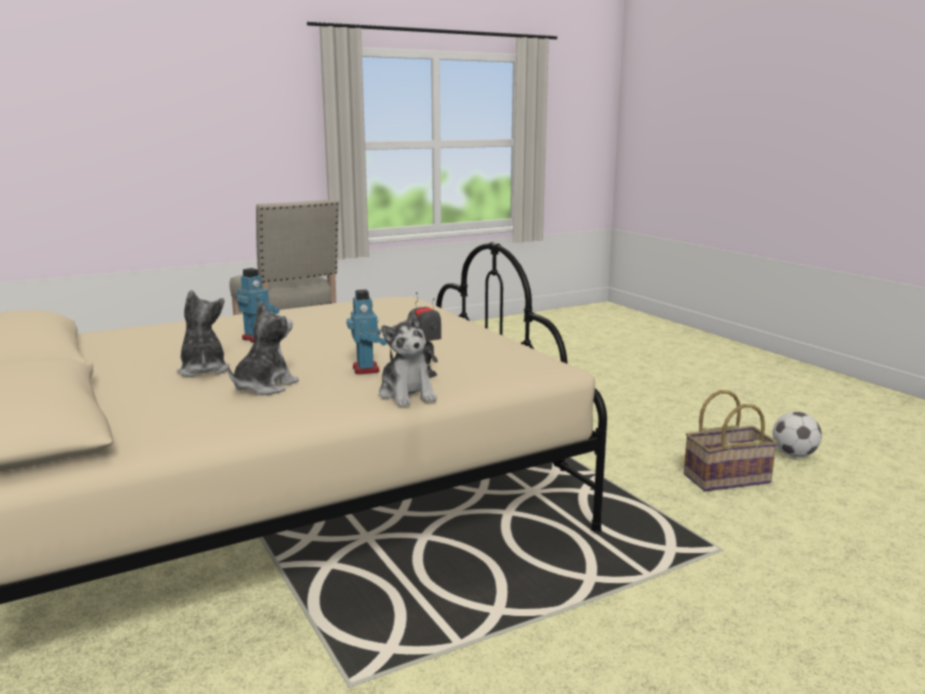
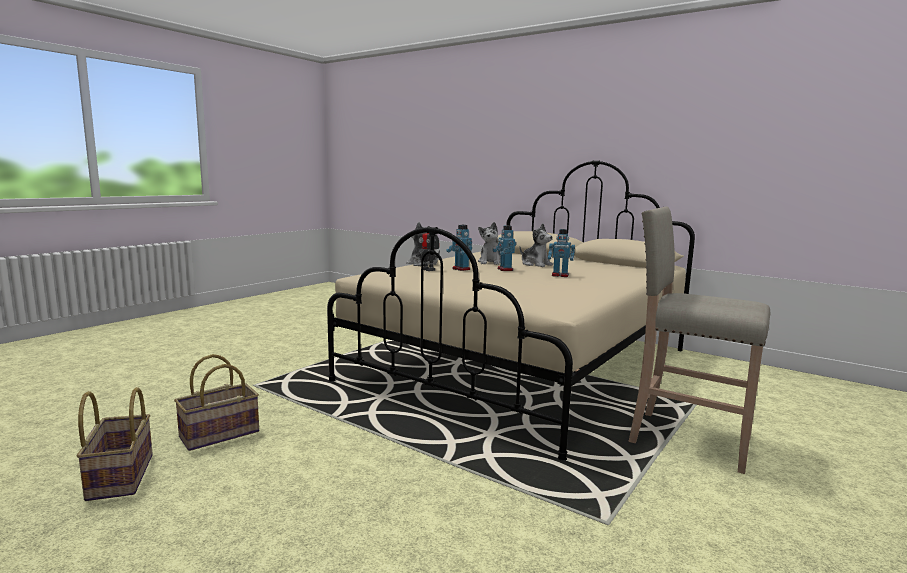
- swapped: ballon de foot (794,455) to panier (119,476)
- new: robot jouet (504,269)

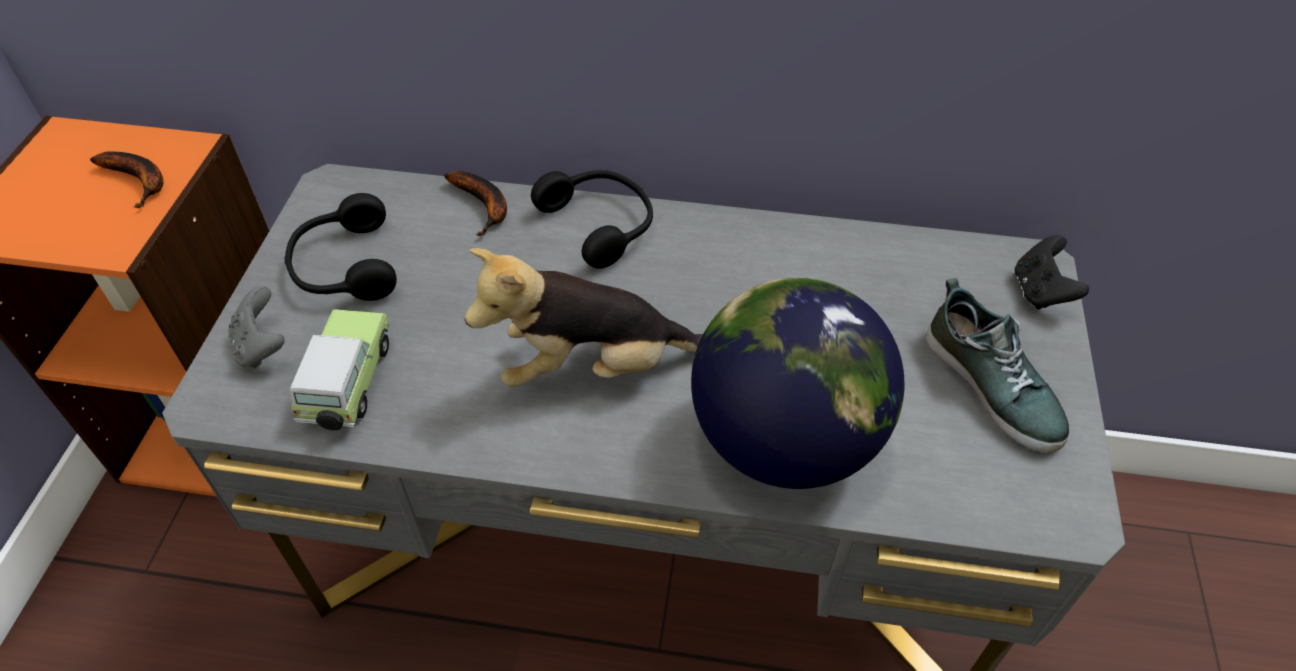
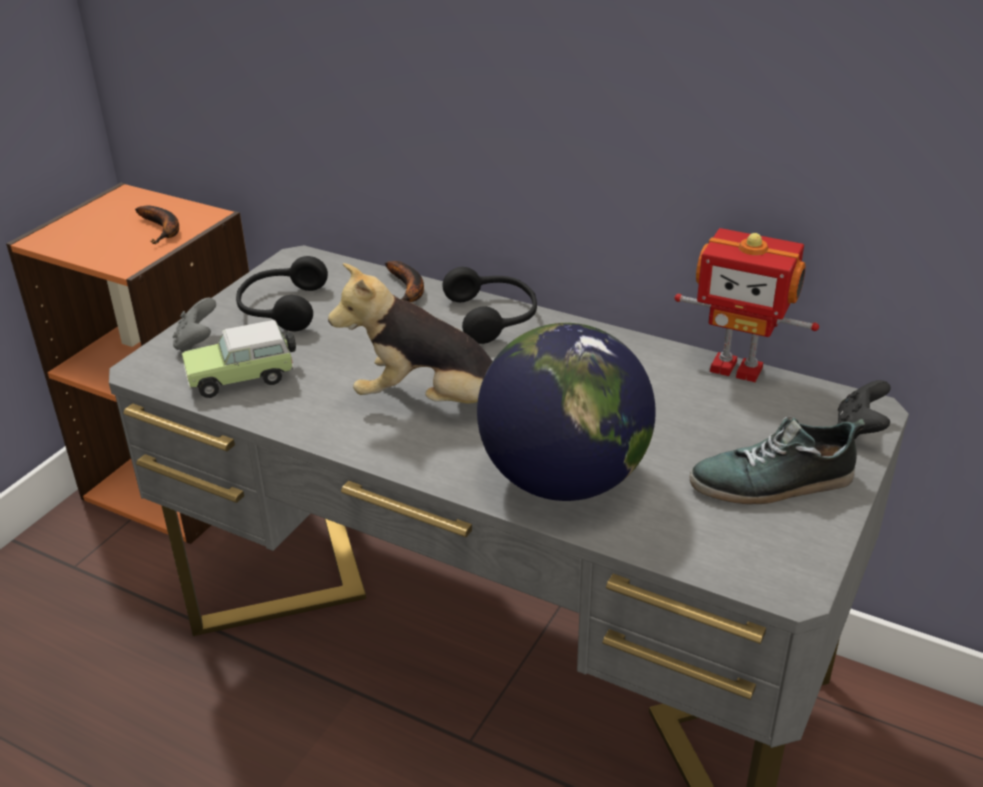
- rotated: chaussure (993,385) = (773,482) 90 degrees clockwise
- rotated: petite voiture (347,385) = (244,378) 135 degrees counterclockwise
- new: robot jouet (737,367)

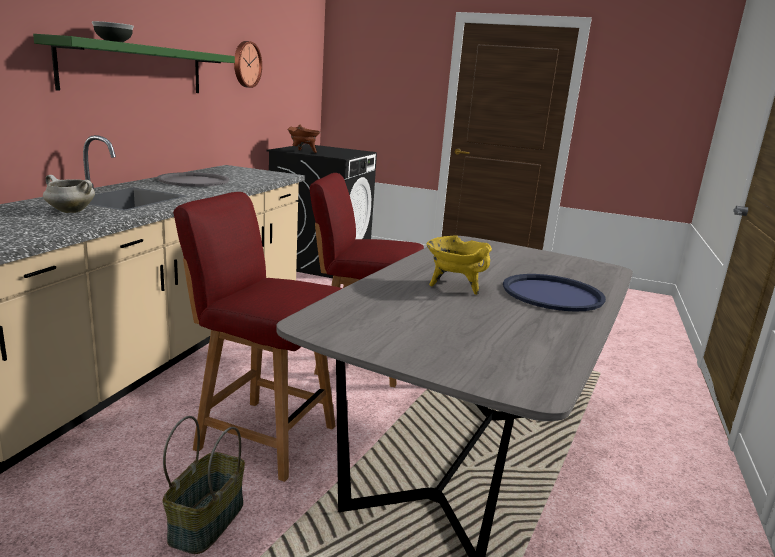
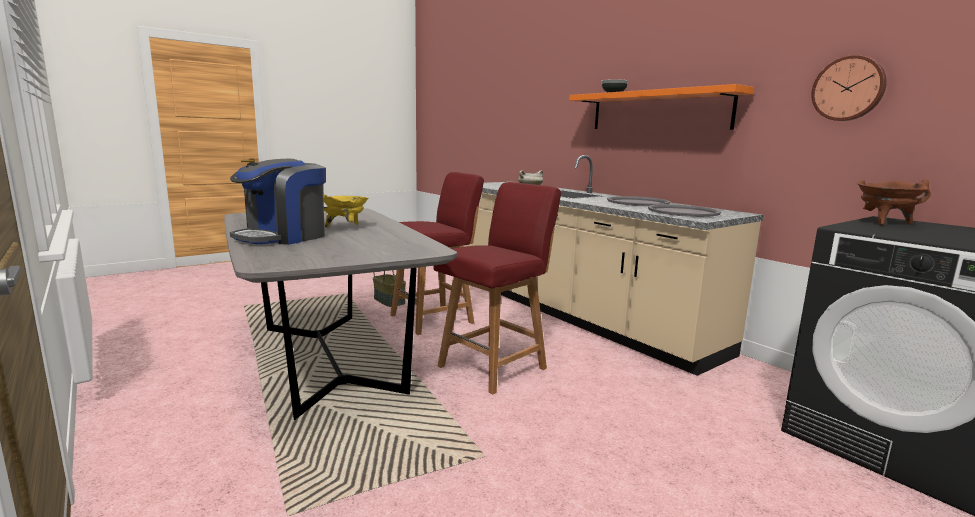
- repainted: étagère (vert) (136,69) to étagère (orange) (658,111)
- swapped: plateau (bleu) (552,294) to machine à café (283,237)
- new: plateau (gris) (683,212)

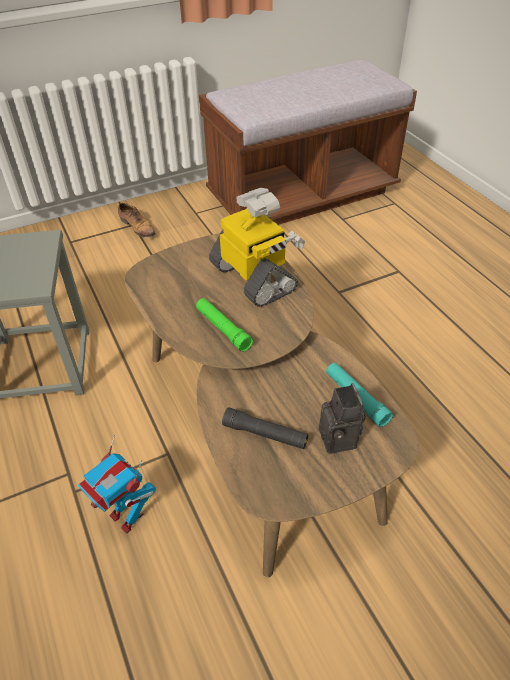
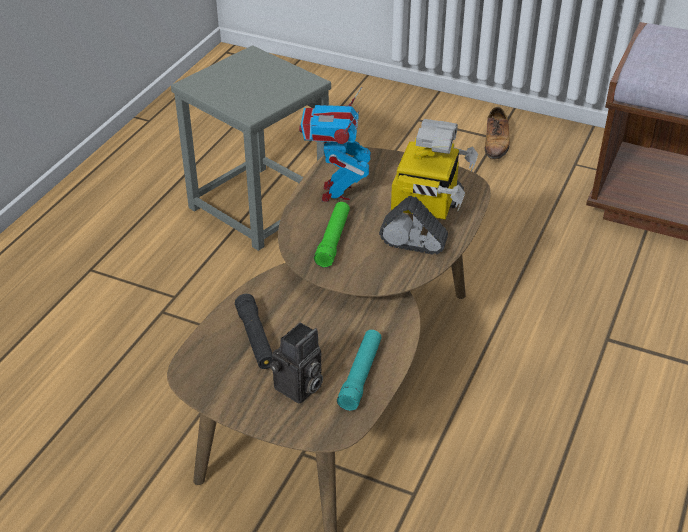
- shifted: robot jouet (127,516) to (335,193)

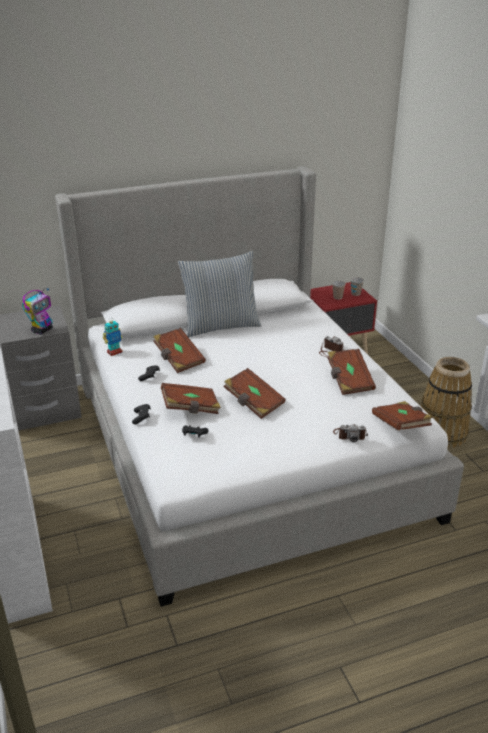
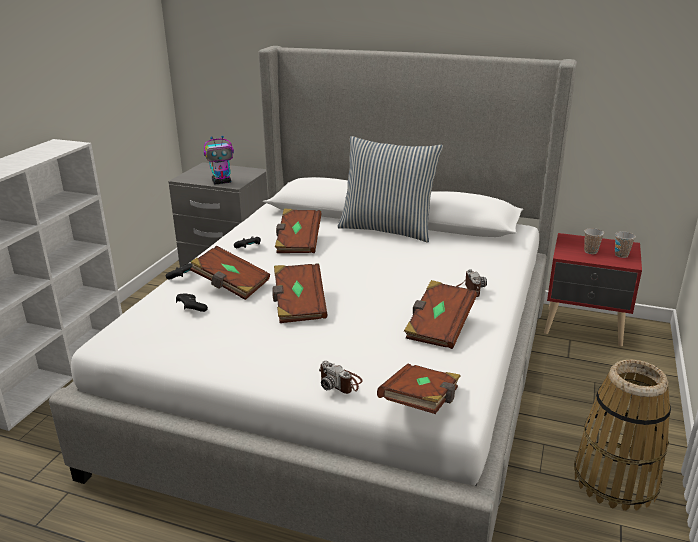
- gone: robot jouet (114,352)

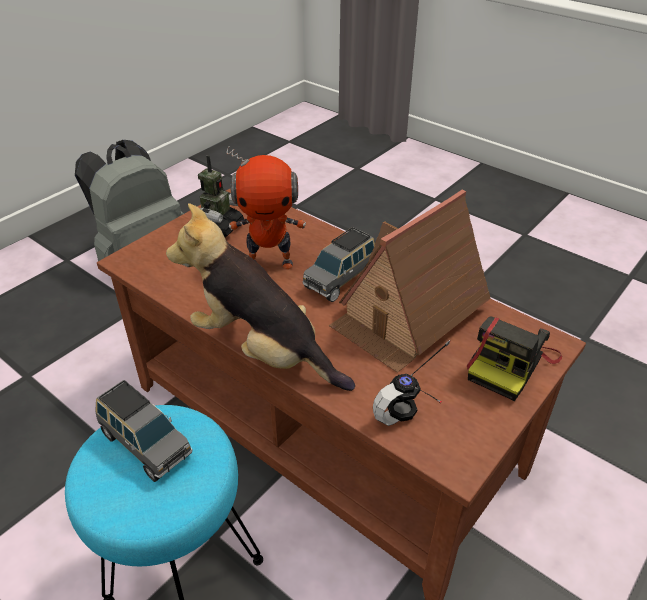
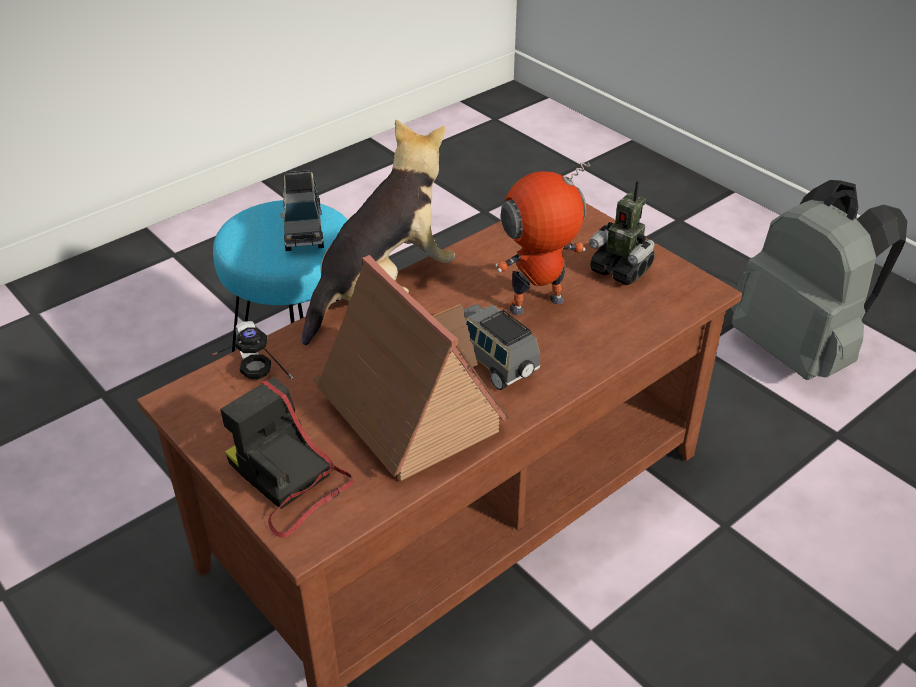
- rotated: robot jouet (270,263) = (537,306) 60 degrees clockwise
- rotated: petite voiture (gris) (145,444) = (303,229) 60 degrees counterclockwise

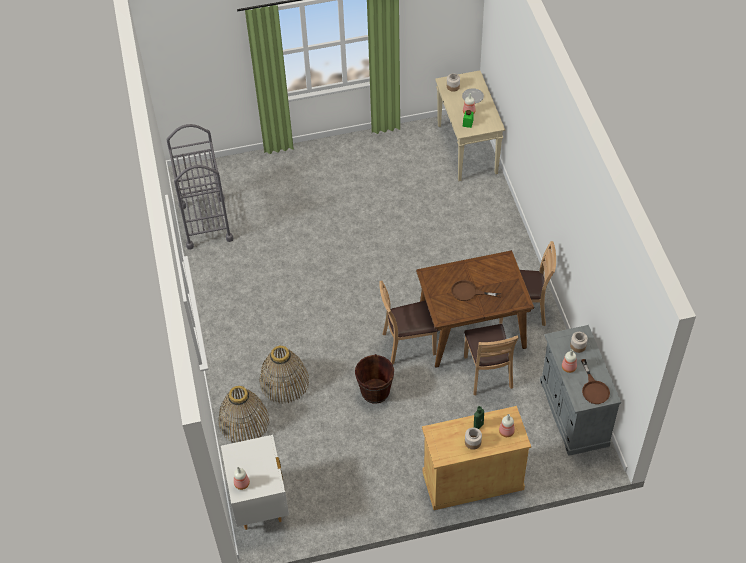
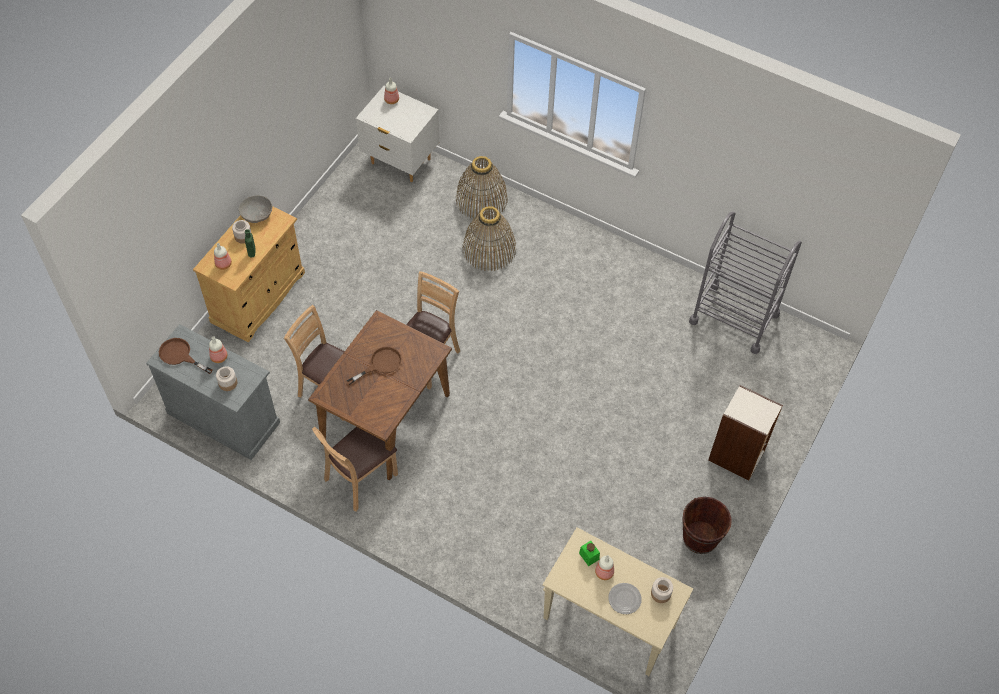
- shifted: seau (marron) (375,391) to (700,538)
- new: bol (gris) (257,214)
- new: bibliothèque (737,456)

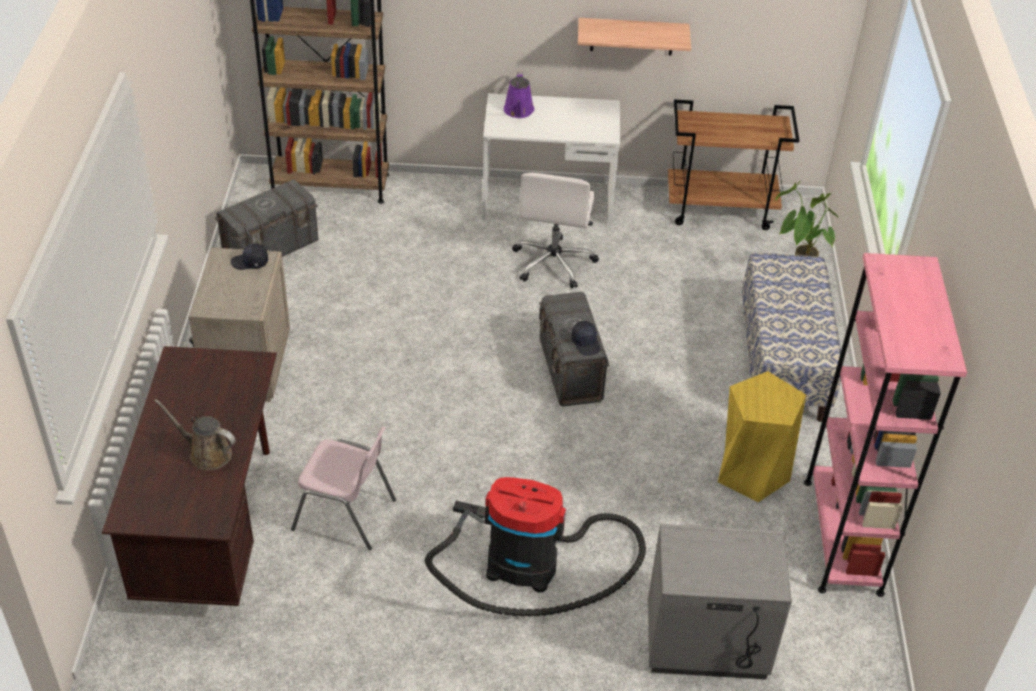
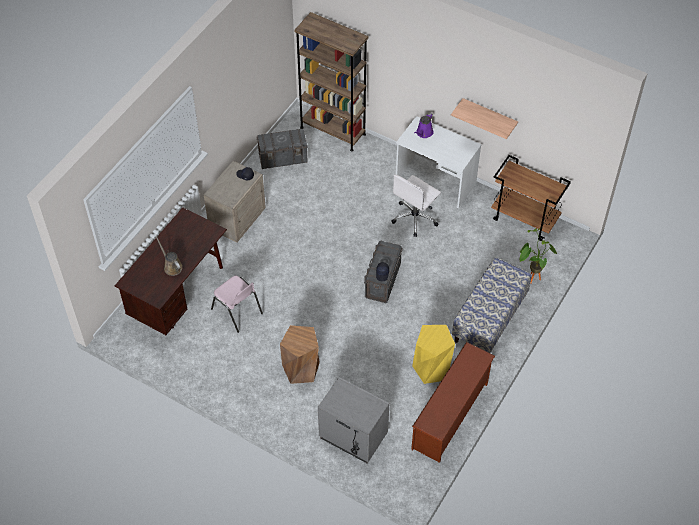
- swapped: bibliothèque (rose) (842,536) to étagère à chaussures (marron) (451,416)
- swapped: aspirateur (531,565) to tabouret (marron) (301,369)

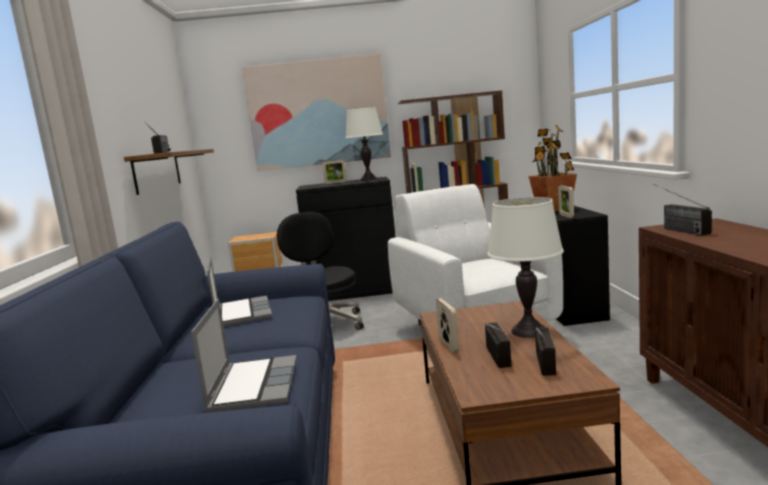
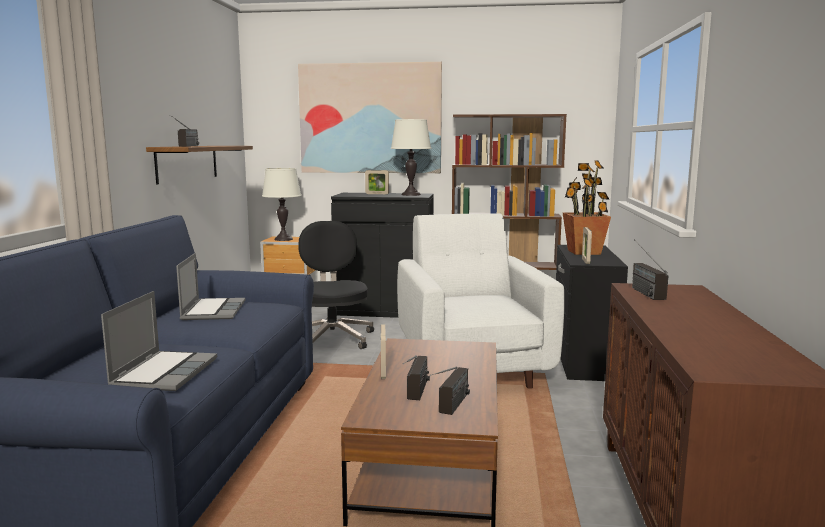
- shifted: lampe de table (blanc) (529,331) to (283,239)

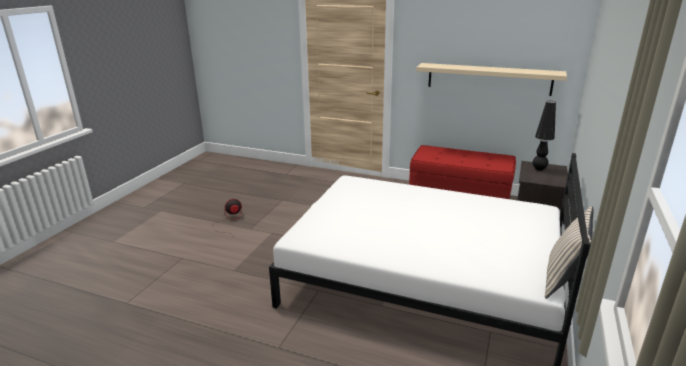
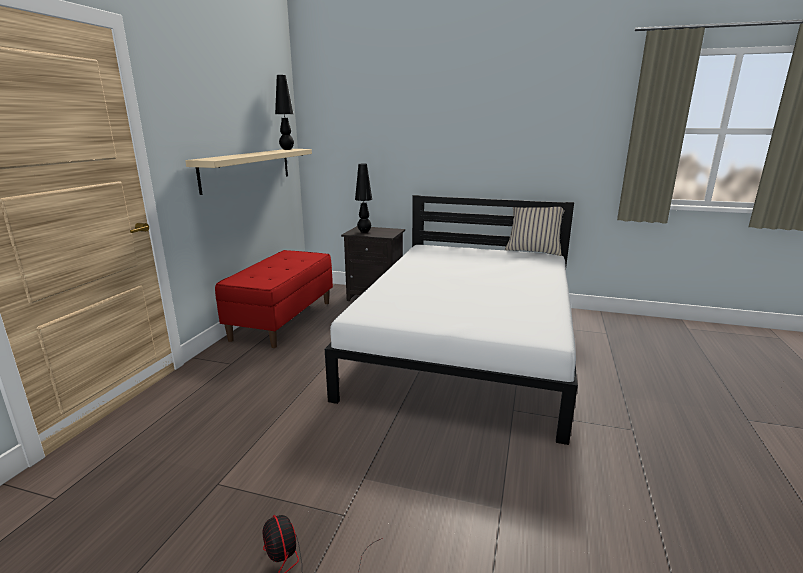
- new: lampe de table (noir) (287,149)

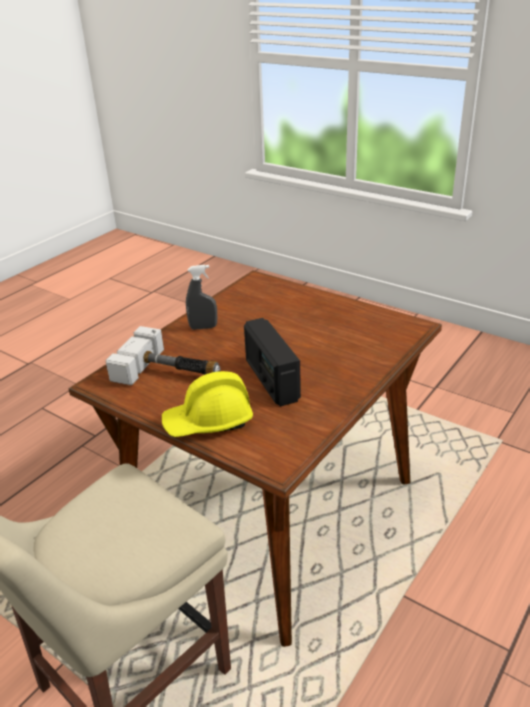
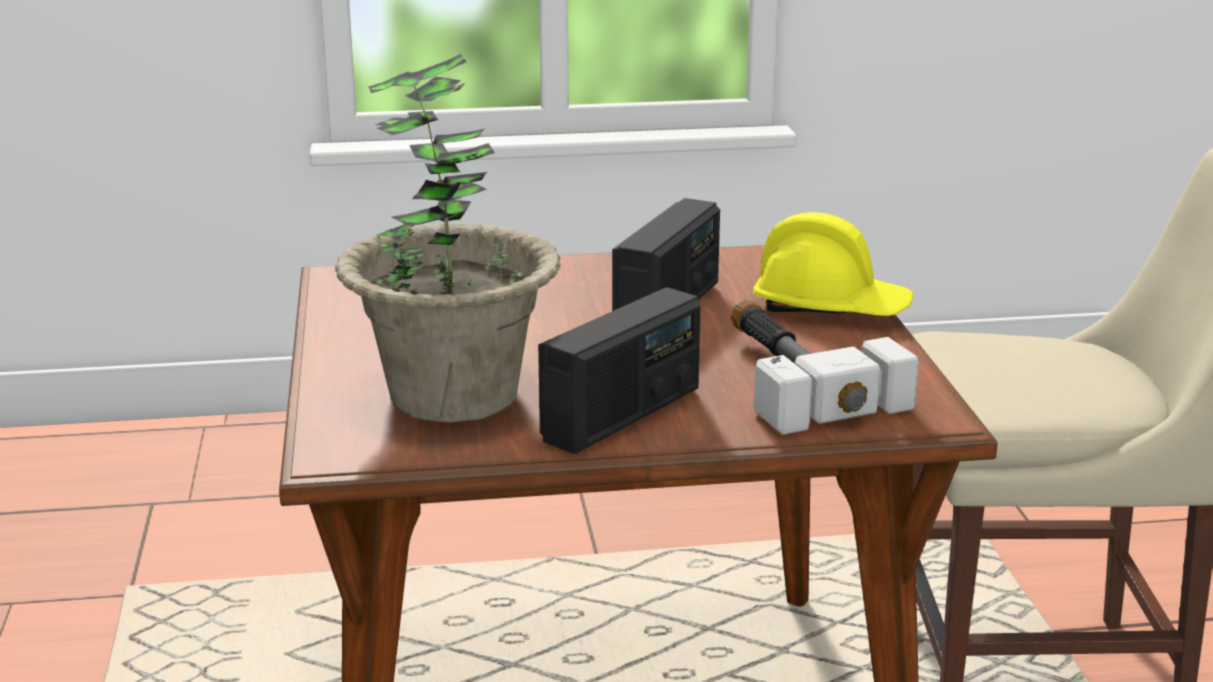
- swapped: vaporisateur (gris) (203,327) to radio (623,415)
- new: plante en pot (453,395)

